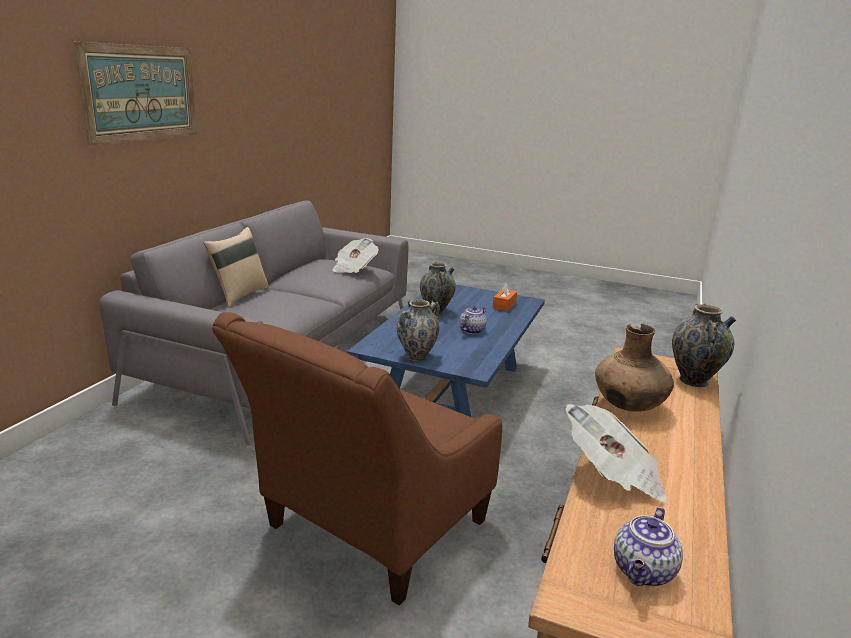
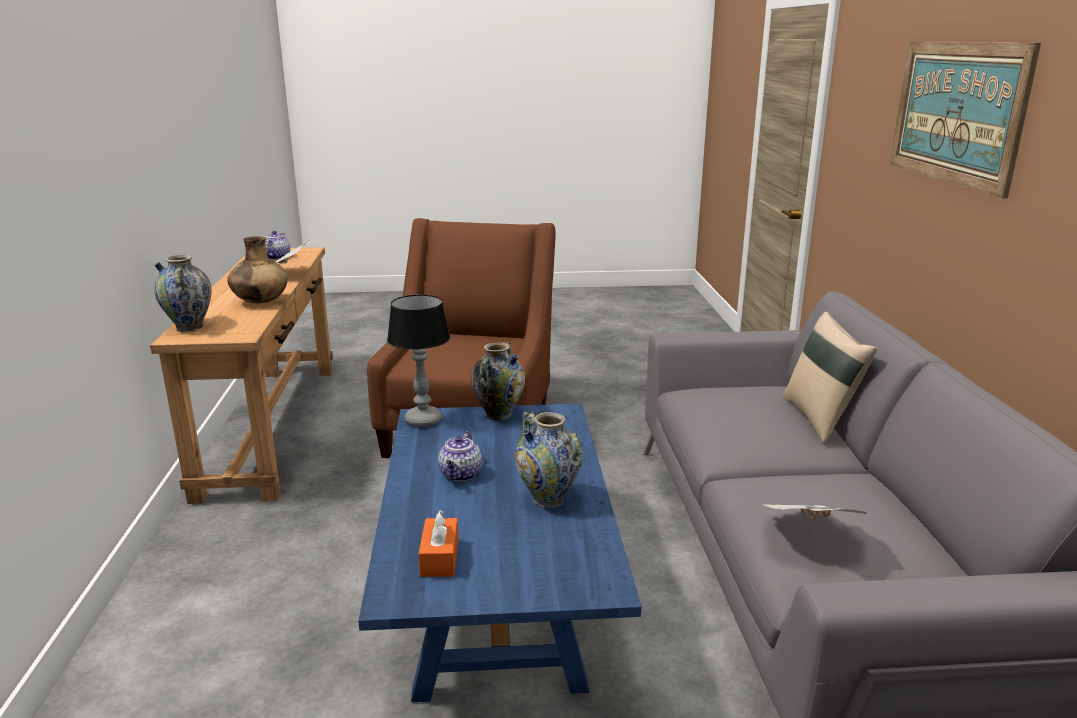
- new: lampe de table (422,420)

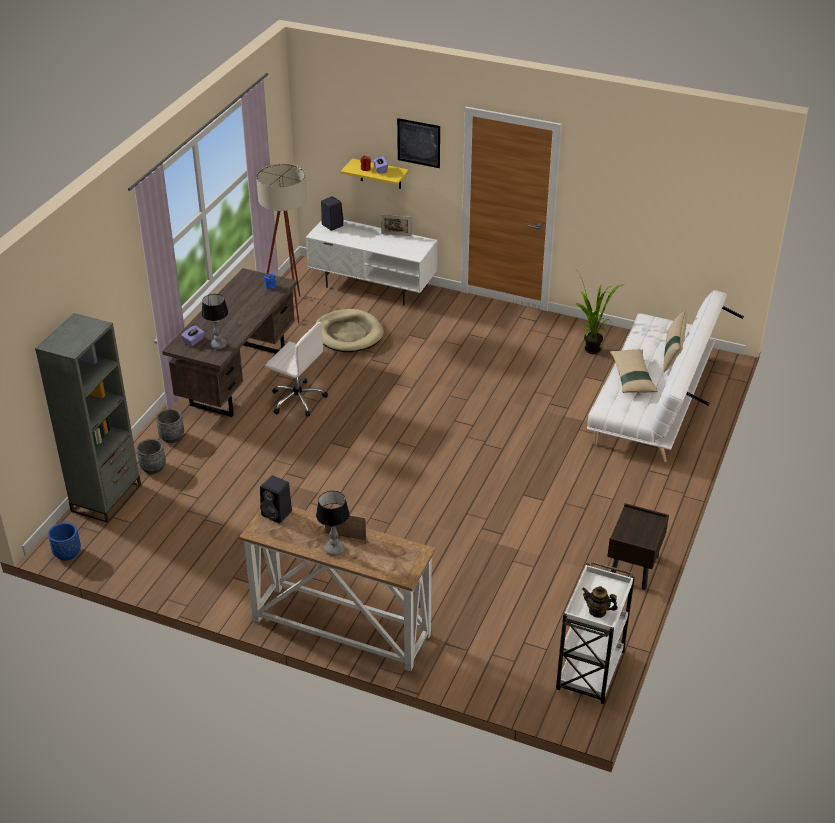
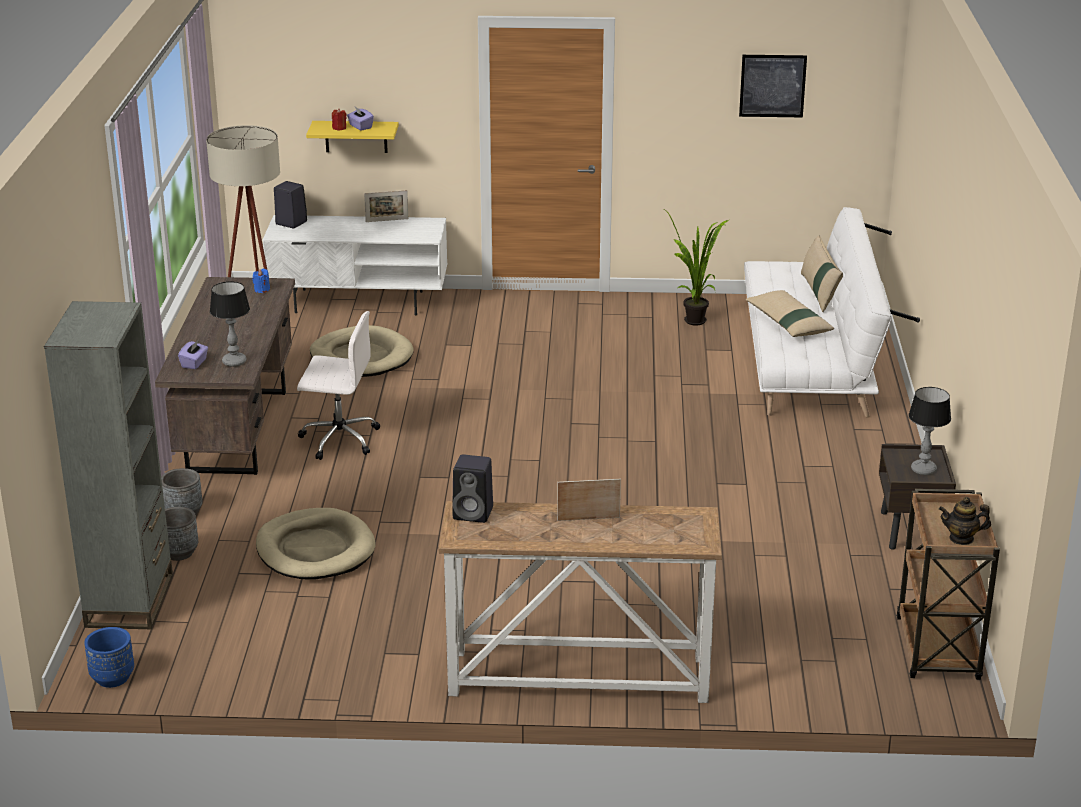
- shifted: tableau (418,143) to (772,85)
- shifted: lampe de table (334,550) to (923,470)
- repainted: chariot (blanc) (590,672) to chariot (marron) (938,650)
- new: panier pour chien (beige) (315,549)

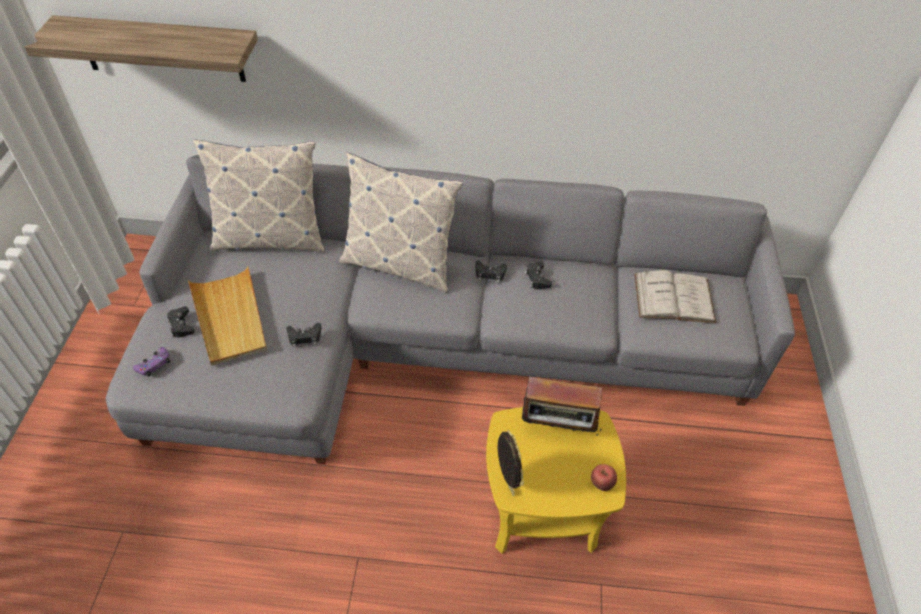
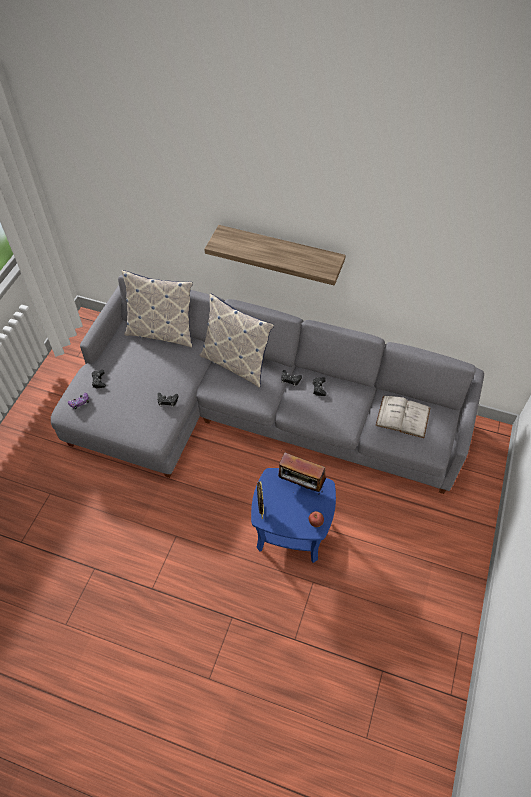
- shifted: étagère (161,49) to (280,253)
- gone: plateau (beige) (230,318)
- repainted: table d'appoint (jaune) (543,510) to table d'appoint (bleu) (291,531)

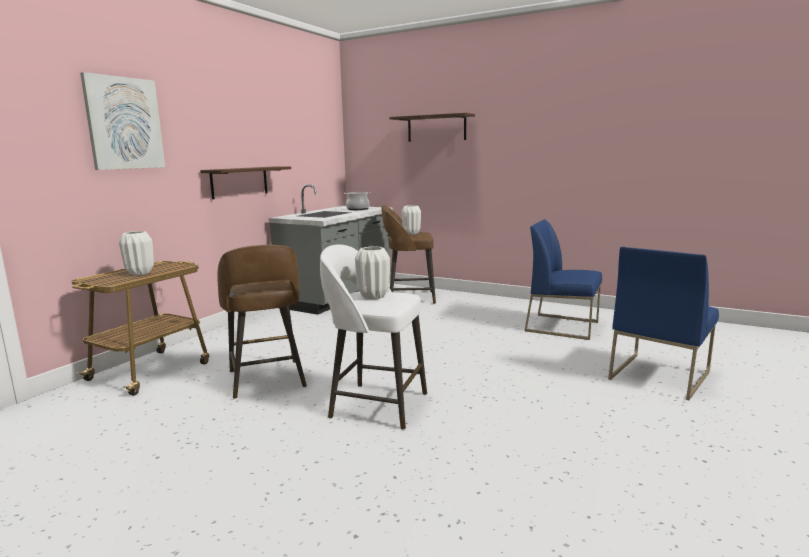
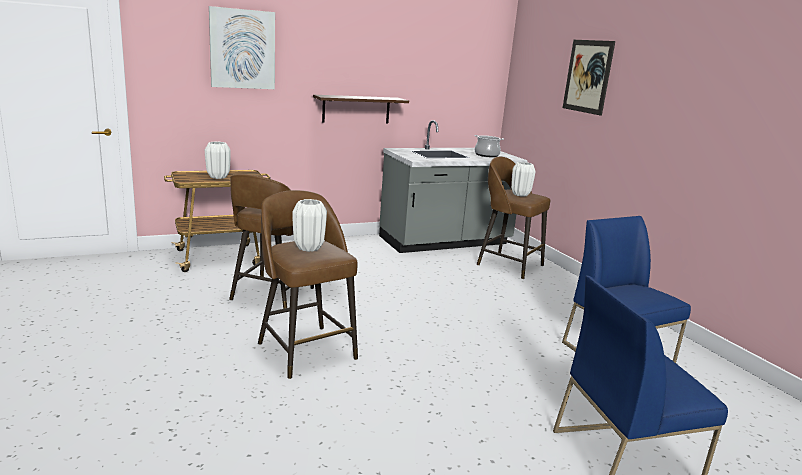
- swapped: étagère (436,128) to tableau (587,76)
- repainted: tabouret (blanc) (376,404) to tabouret (marron) (305,349)

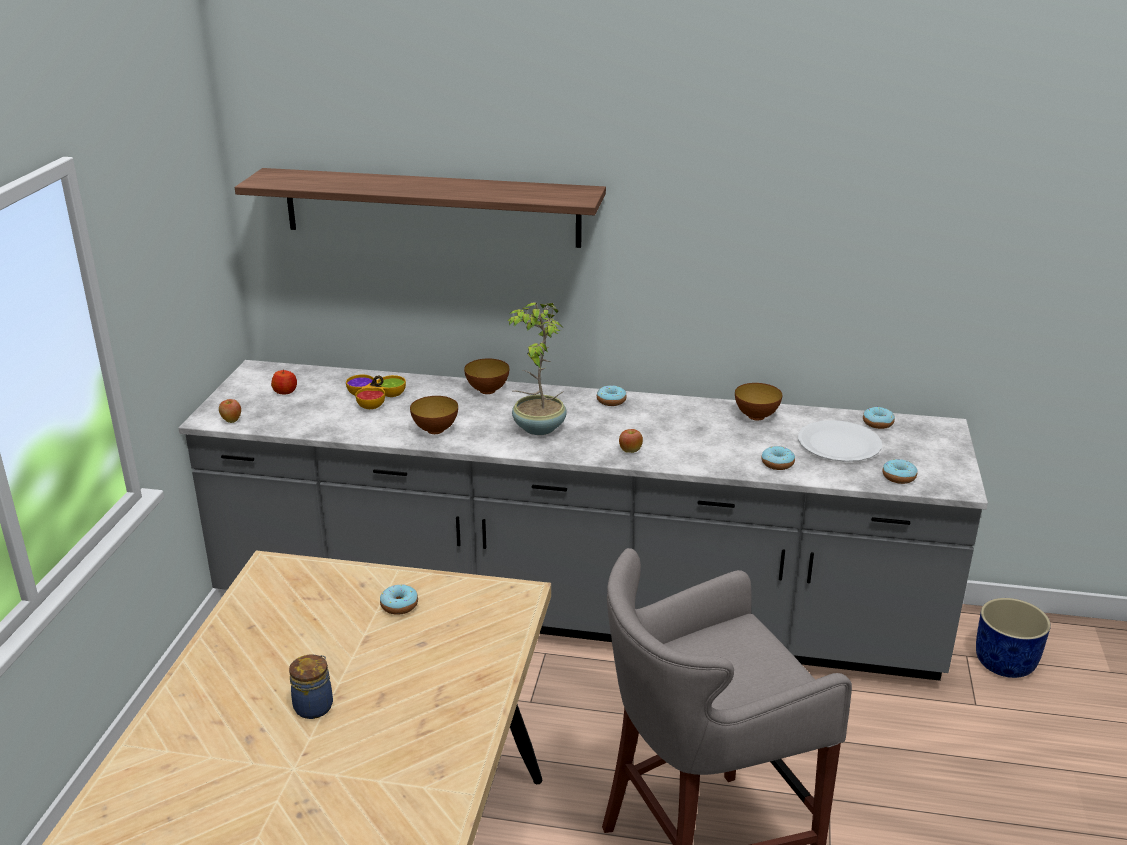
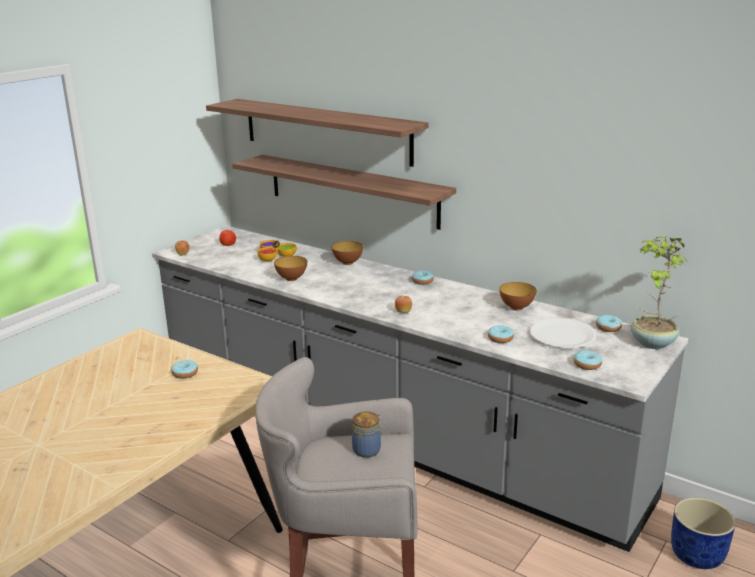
- shifted: plante en pot (537,428) to (651,343)
- shifted: bocal (315,706) to (367,450)
- new: étagère (351,190)

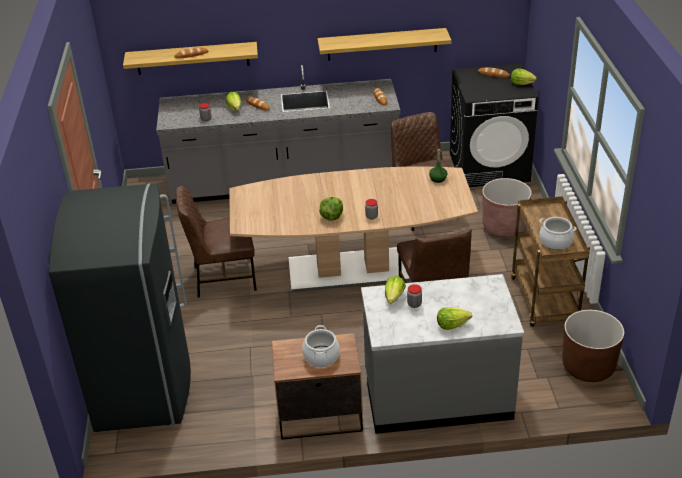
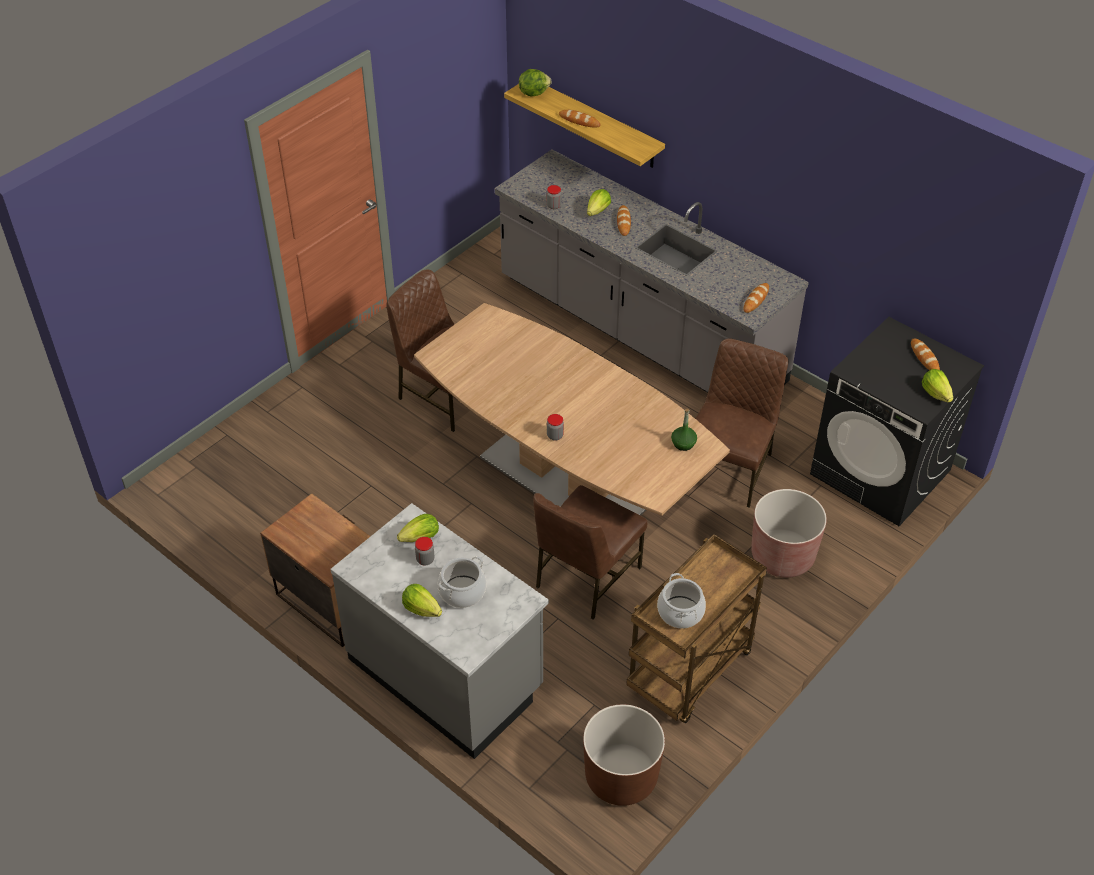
- gone: étagère (382,44)
- gone: réfrigérateur (gris) (145,383)
- shifted: laitue (331,217) to (533,93)
- shifted: marmite (321,356) to (462,592)

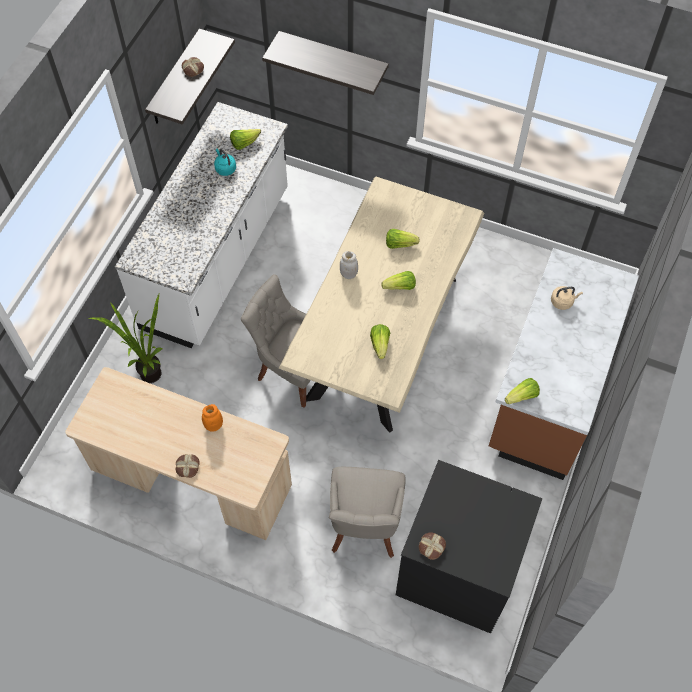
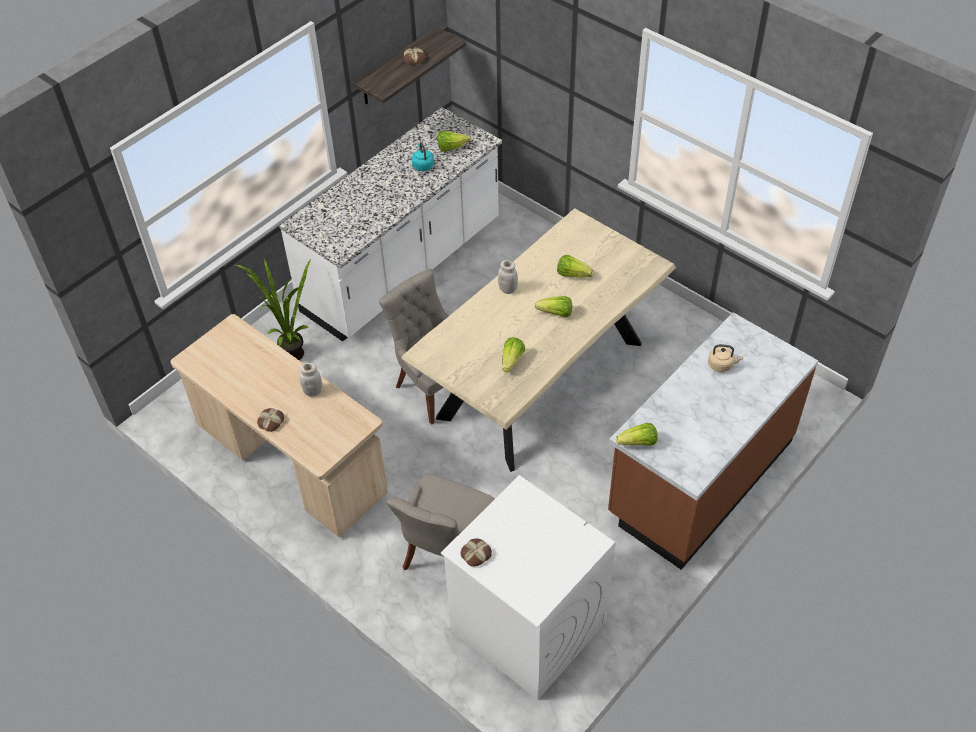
- gone: étagère (333,58)
- repainted: bocal (orange) (214,425) to bocal (blanc) (313,391)
- repainted: lave-linge (noir) (457,570) to lave-linge (blanc) (527,626)

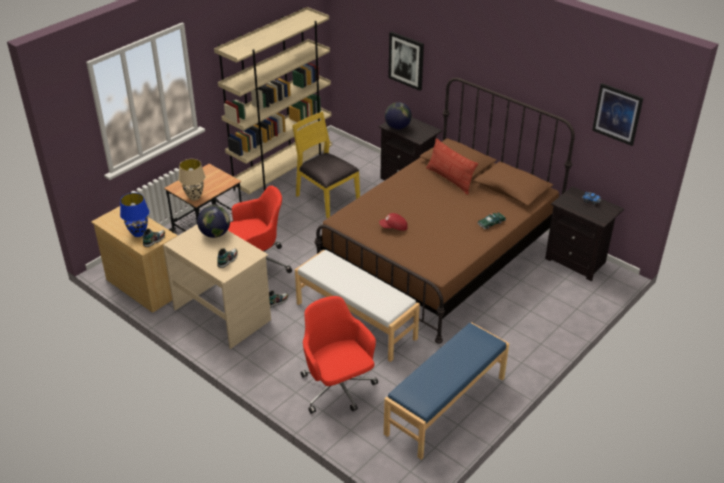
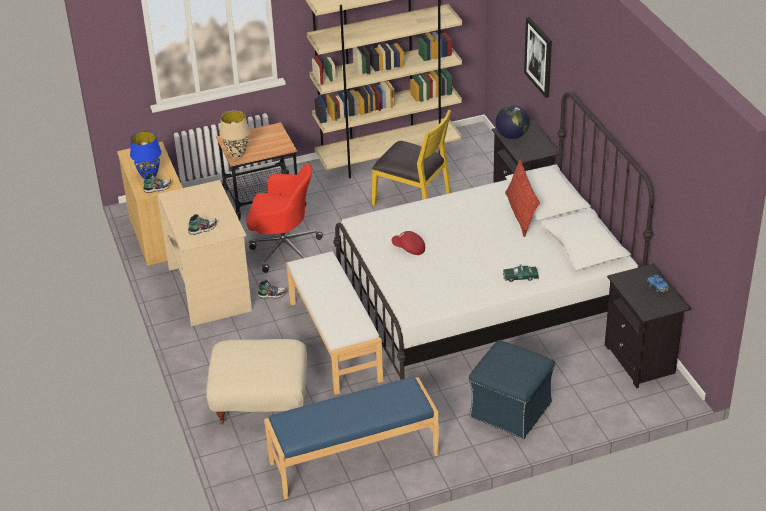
- repainted: lit (marron) (440,255) to lit (blanc) (485,302)
- gone: tableau (617,114)
- rotated: chaise (jaune) (326,198) = (413,199) 135 degrees clockwise
- gone: globe (215,234)
- swapped: chaise de bureau (rouge) (338,389) to pouf (beige) (261,402)
- new: pouf (bleu) (509,409)

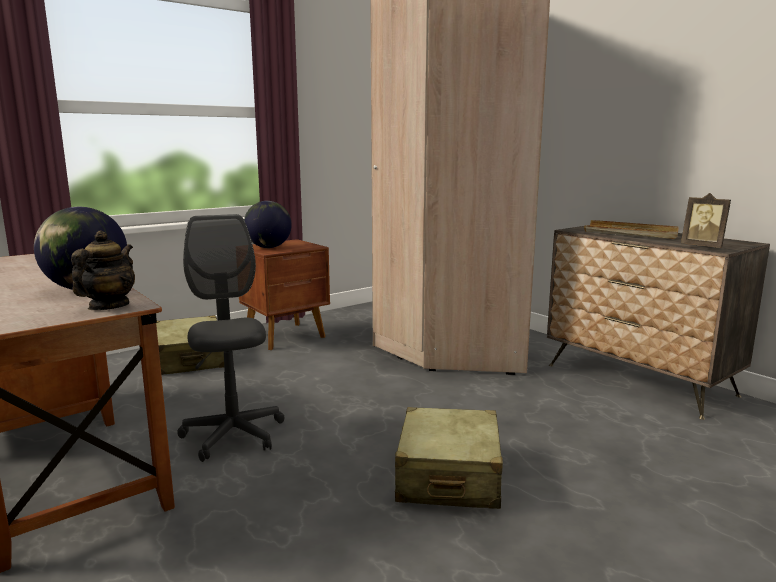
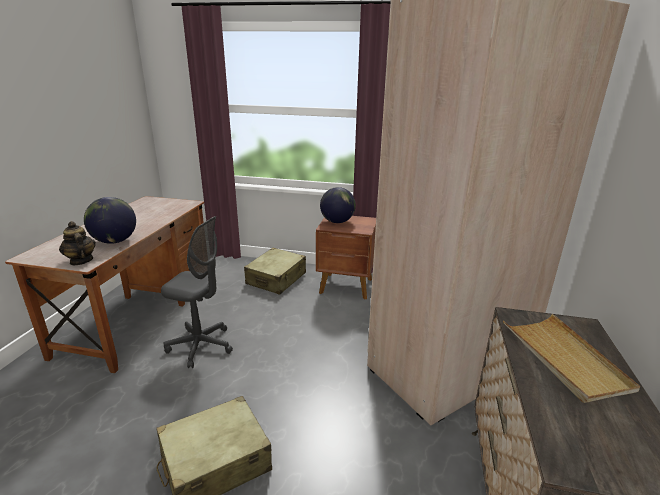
- gone: cadre photo (703,247)
- rotated: chaise de bureau (gris) (233,435) = (201,346) 75 degrees clockwise
- rotated: théière (108,306) = (81,261) 105 degrees counterclockwise

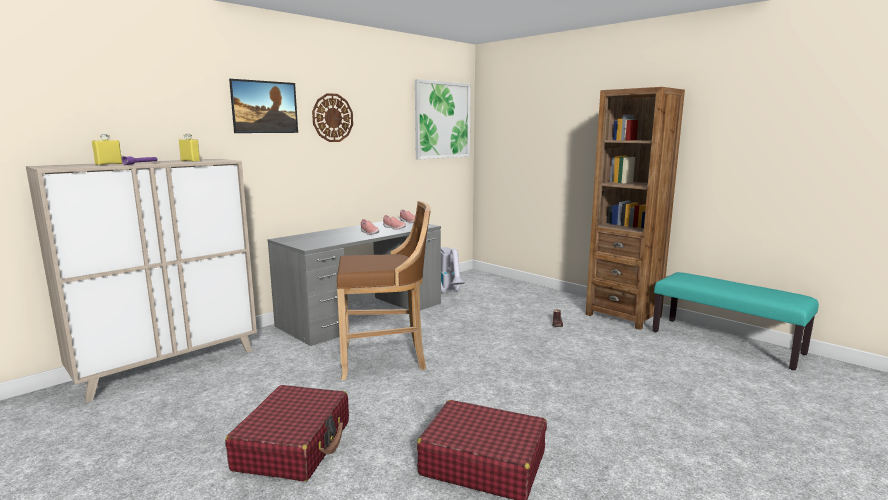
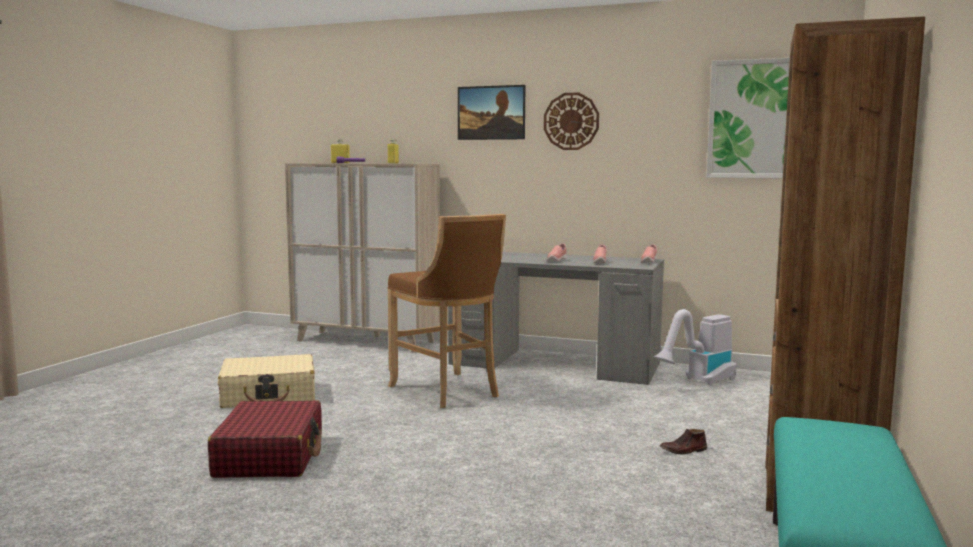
- repainted: valise (rouge) (294,445) to valise (beige) (269,396)

